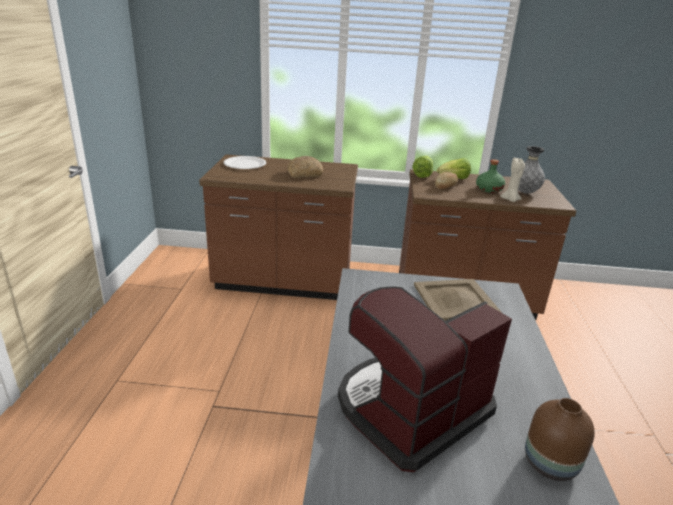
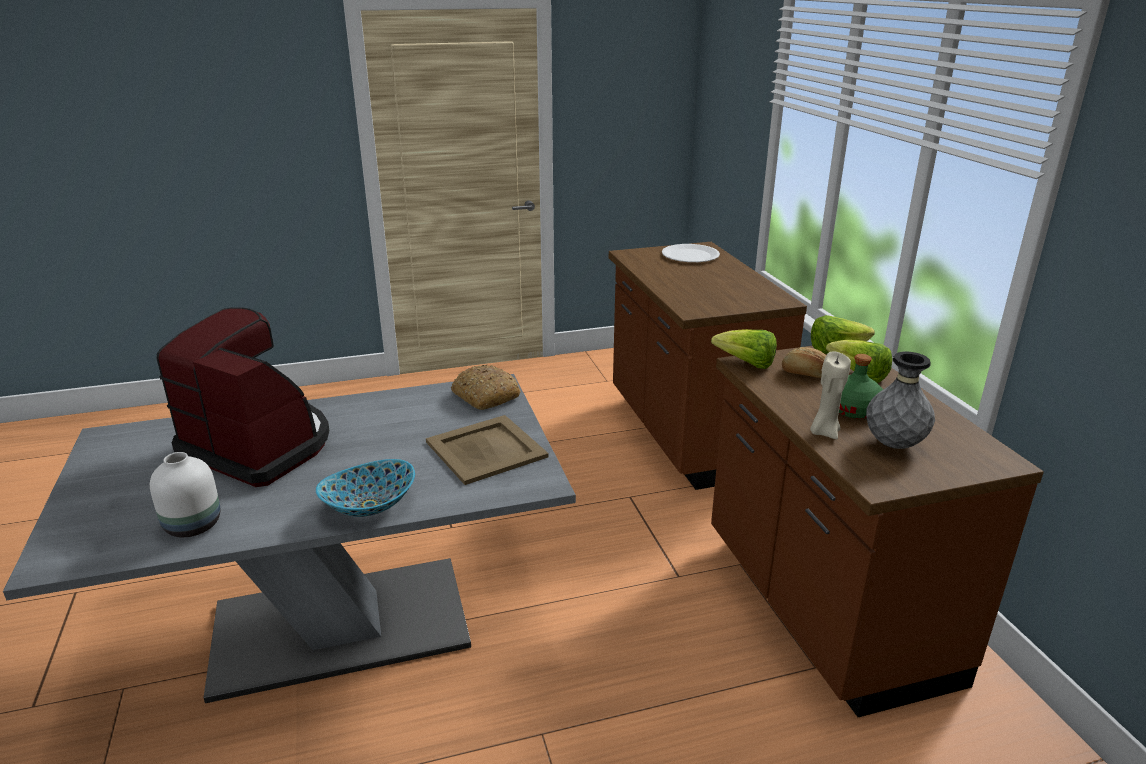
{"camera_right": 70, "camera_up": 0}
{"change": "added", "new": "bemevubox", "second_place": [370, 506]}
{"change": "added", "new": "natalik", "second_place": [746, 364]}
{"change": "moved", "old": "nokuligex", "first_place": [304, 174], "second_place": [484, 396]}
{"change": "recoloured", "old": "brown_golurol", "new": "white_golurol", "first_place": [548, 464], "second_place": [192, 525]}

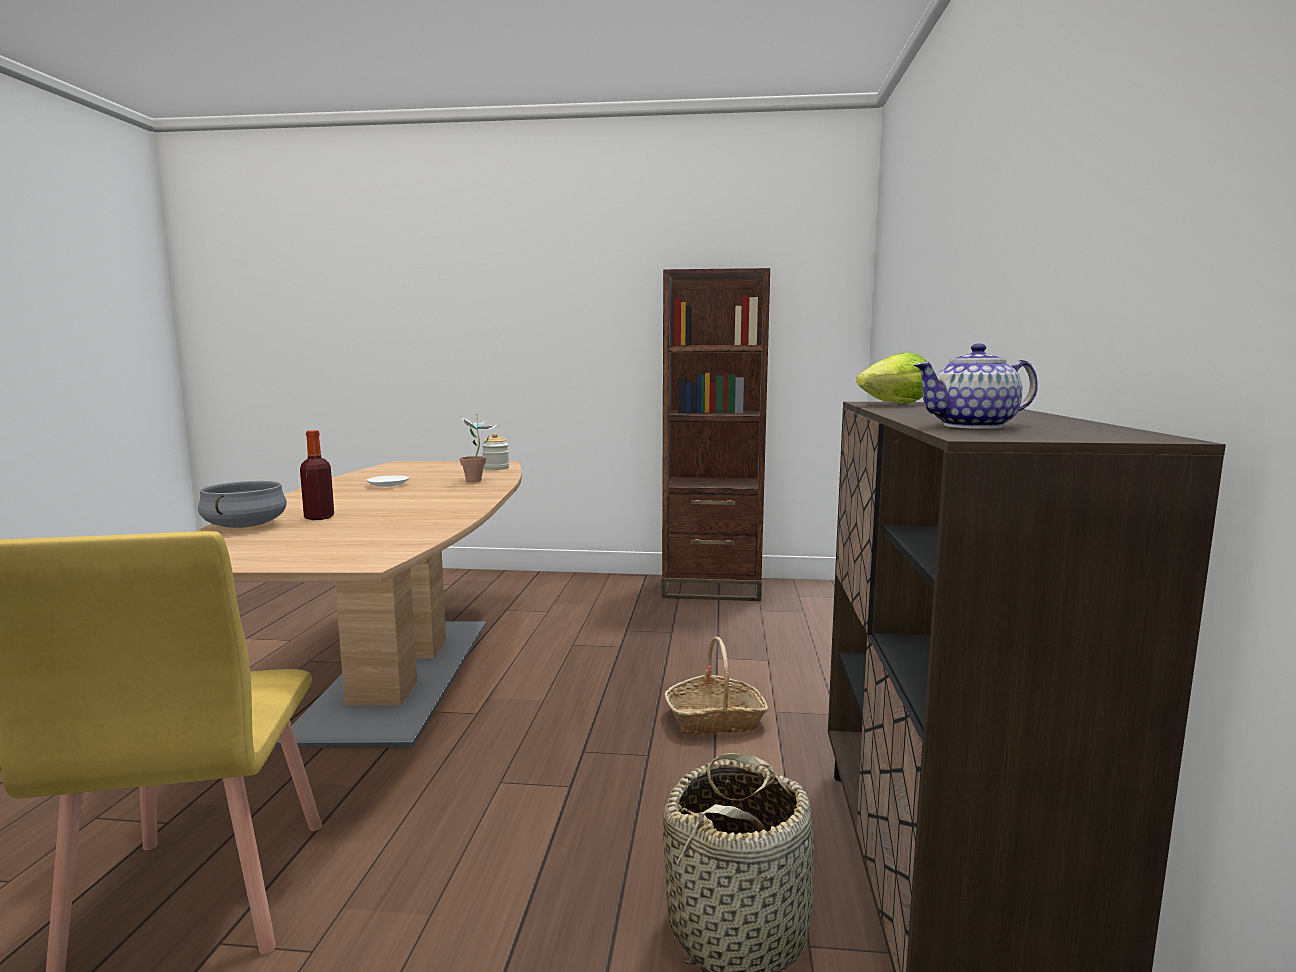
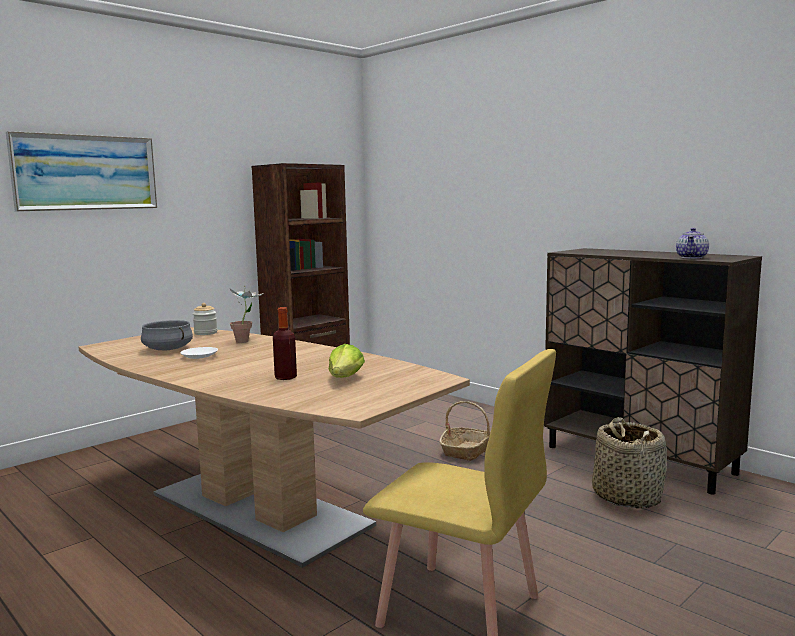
{"camera_right": -50, "camera_up": 0}
{"change": "added", "new": "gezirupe", "second_place": [86, 172]}
{"change": "moved", "old": "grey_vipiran", "first_place": [246, 526], "second_place": [168, 349]}
{"change": "moved", "old": "natalik", "first_place": [895, 404], "second_place": [345, 378]}

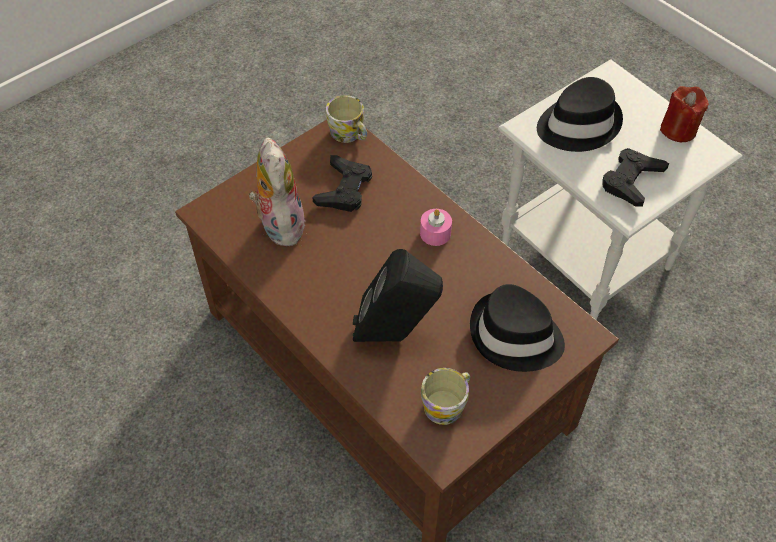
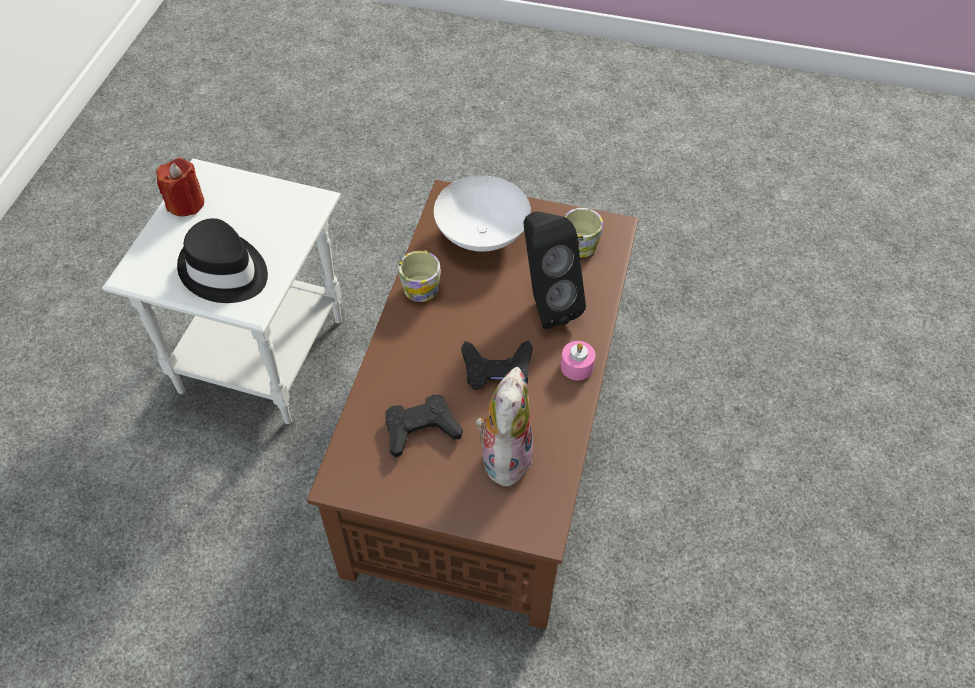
{"camera_right": -125, "camera_up": 0}
{"change": "moved", "old": "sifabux", "first_place": [349, 134], "second_place": [422, 285]}
{"change": "moved", "old": "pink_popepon", "first_place": [435, 233], "second_place": [577, 366]}
{"change": "moved", "old": "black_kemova", "first_place": [631, 181], "second_place": [497, 369]}
{"change": "replaced", "old": "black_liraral", "new": "white_bemevubox", "first_place": [515, 336], "second_place": [483, 234]}
{"change": "turned", "old": "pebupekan", "first_place": [279, 224], "second_place": [504, 455], "degrees": 150}

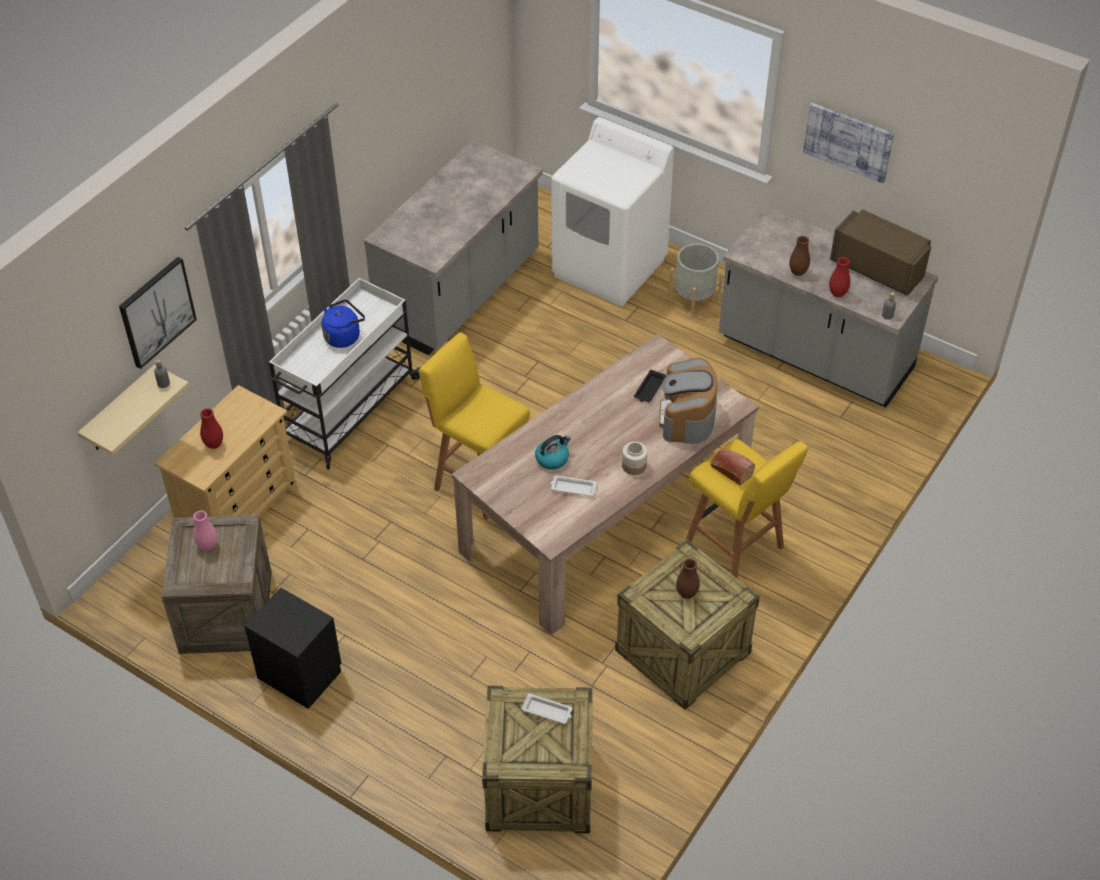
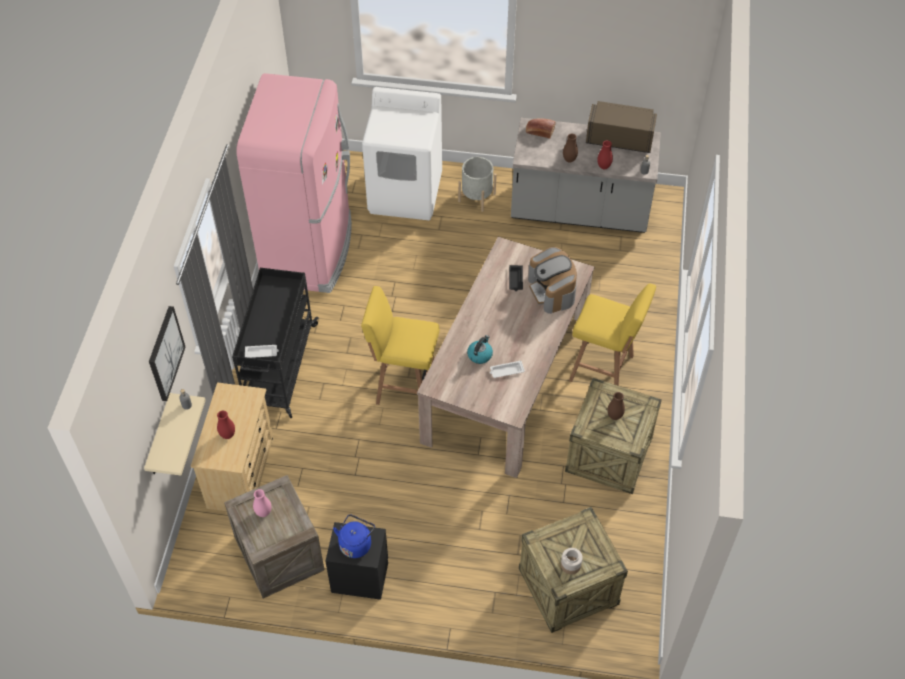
{"camera_right": -25, "camera_up": 5}
{"change": "removed", "old": "gezirupe", "first_place": [848, 141]}
{"change": "moved", "old": "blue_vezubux", "first_place": [344, 336], "second_place": [356, 543]}
{"change": "moved", "old": "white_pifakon", "first_place": [547, 711], "second_place": [262, 353]}
{"change": "moved", "old": "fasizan", "first_place": [634, 466], "second_place": [571, 565]}
{"change": "moved", "old": "nokuligex", "first_place": [730, 470], "second_place": [539, 132]}
{"change": "replaced", "old": "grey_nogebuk", "new": "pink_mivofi", "first_place": [460, 293], "second_place": [309, 249]}
{"change": "recoloured", "old": "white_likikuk", "new": "black_likikuk", "first_place": [348, 411], "second_place": [279, 368]}

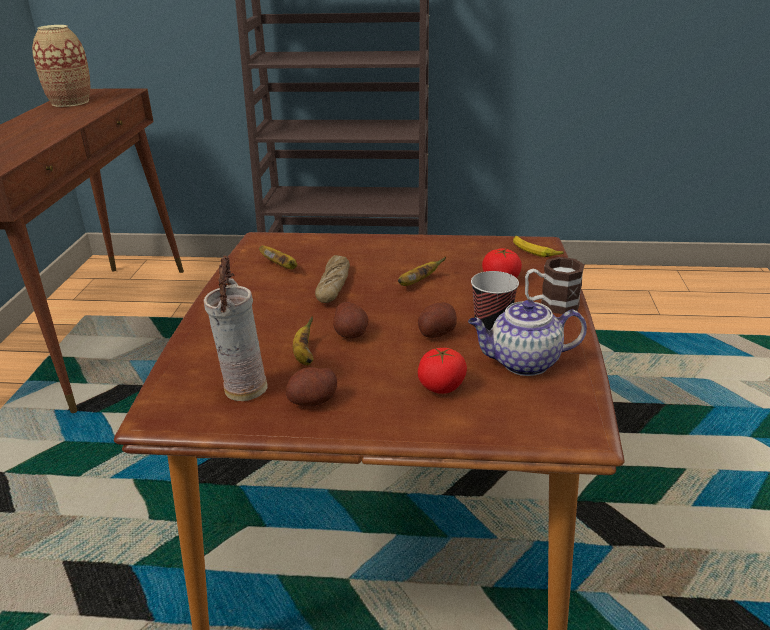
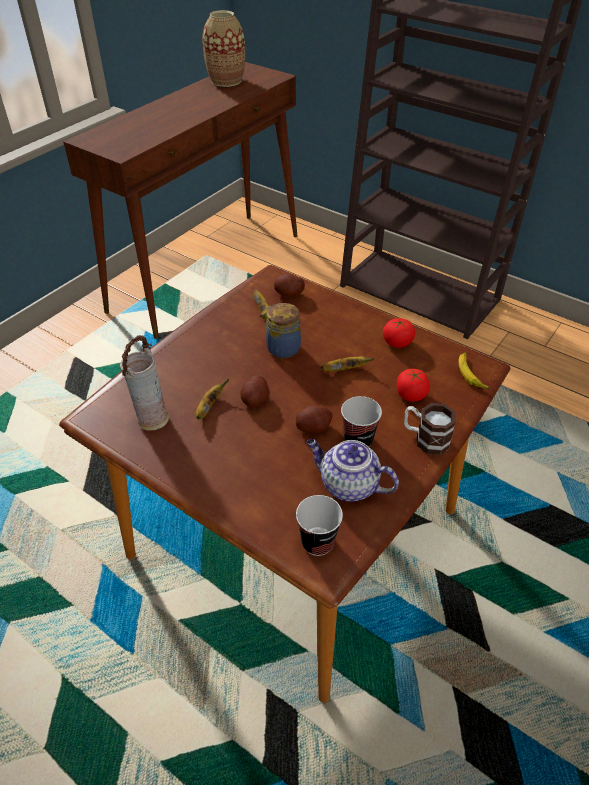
{"camera_right": 30, "camera_up": 15}
{"change": "added", "new": "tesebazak", "second_place": [318, 542]}
{"change": "moved", "old": "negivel", "first_place": [313, 401], "second_place": [289, 293]}
{"change": "moved", "old": "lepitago", "first_place": [441, 386], "second_place": [397, 342]}
{"change": "replaced", "old": "nokuligex", "new": "fasizan", "first_place": [333, 286], "second_place": [282, 347]}

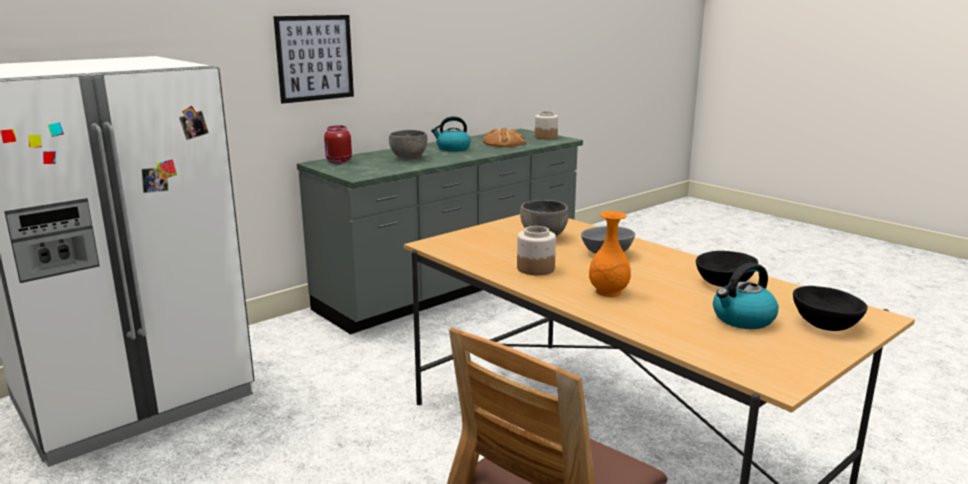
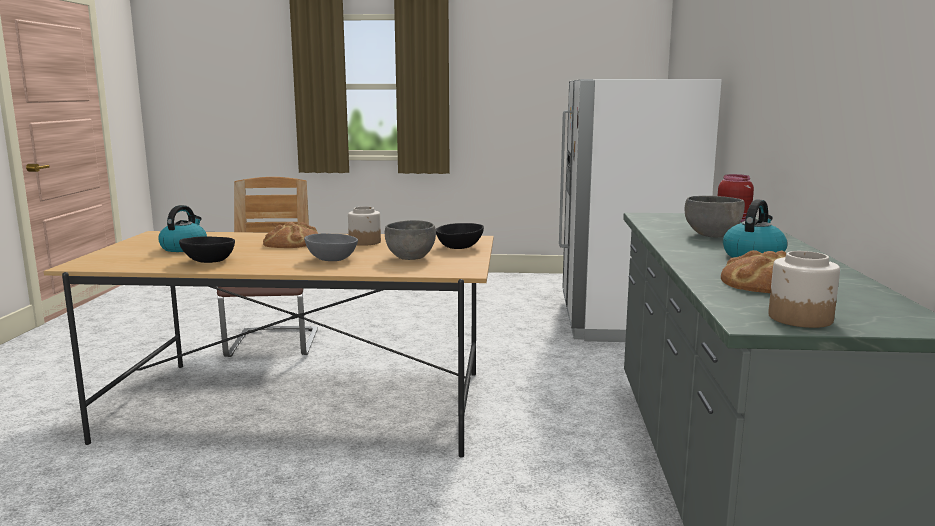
{"camera_right": 135, "camera_up": -5}
{"change": "removed", "old": "gezirupe", "first_place": [315, 58]}
{"change": "moved", "old": "black_bemevubox", "first_place": [824, 324], "second_place": [459, 247]}
{"change": "replaced", "old": "orange_golurol", "new": "nokuligex", "first_place": [608, 292], "second_place": [291, 242]}

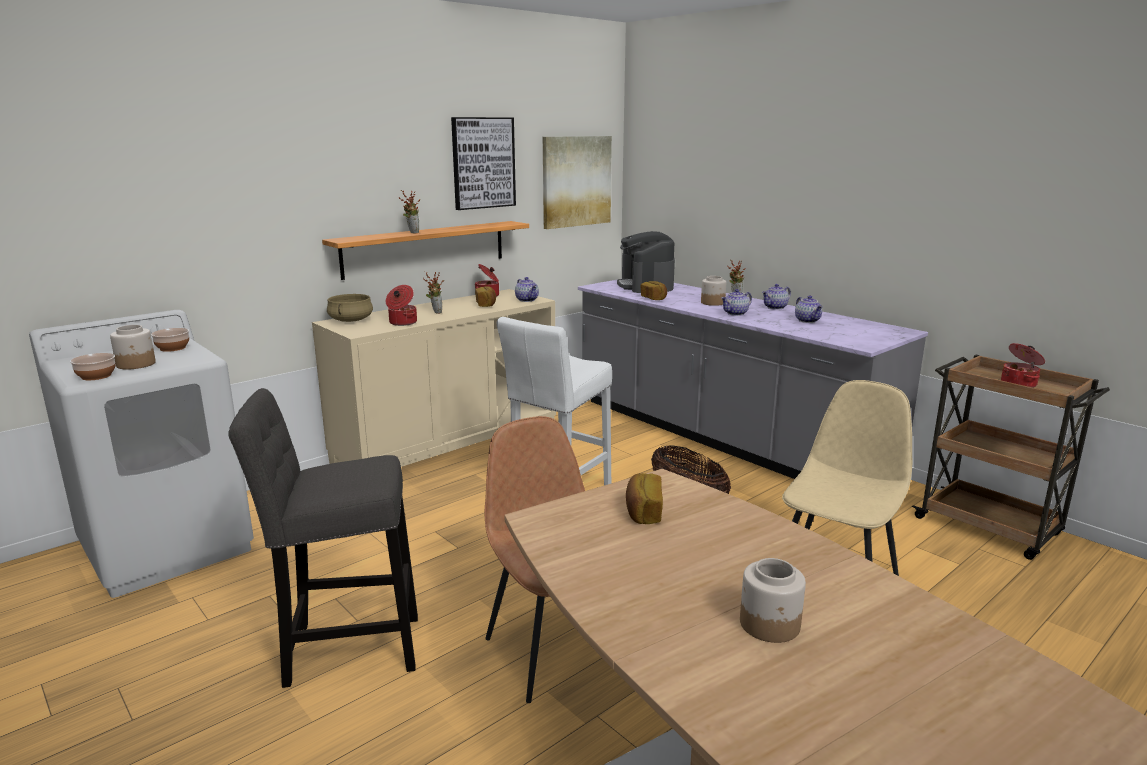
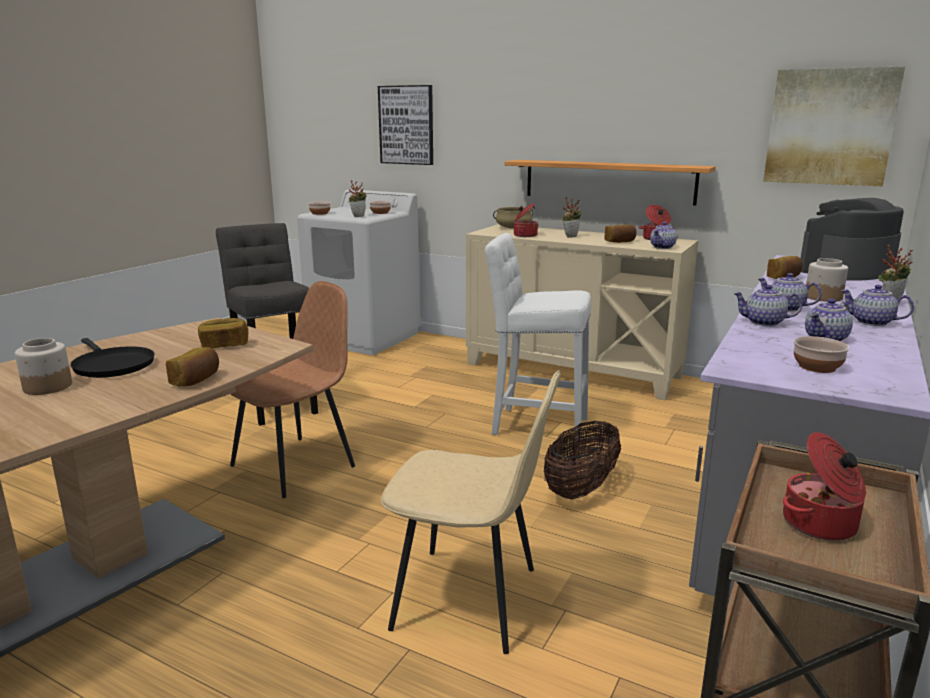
{"camera_right": 70, "camera_up": 0}
{"change": "removed", "old": "fasizan", "first_place": [136, 364]}
{"change": "added", "new": "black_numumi", "second_place": [112, 365]}
{"change": "added", "new": "nokuligex", "second_place": [196, 380]}
{"change": "added", "new": "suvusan", "second_place": [763, 323]}
{"change": "added", "new": "bemevubox", "second_place": [817, 367]}
{"change": "moved", "old": "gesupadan", "first_place": [412, 232], "second_place": [358, 216]}
{"change": "moved", "old": "gezirupe", "first_place": [483, 163], "second_place": [406, 125]}

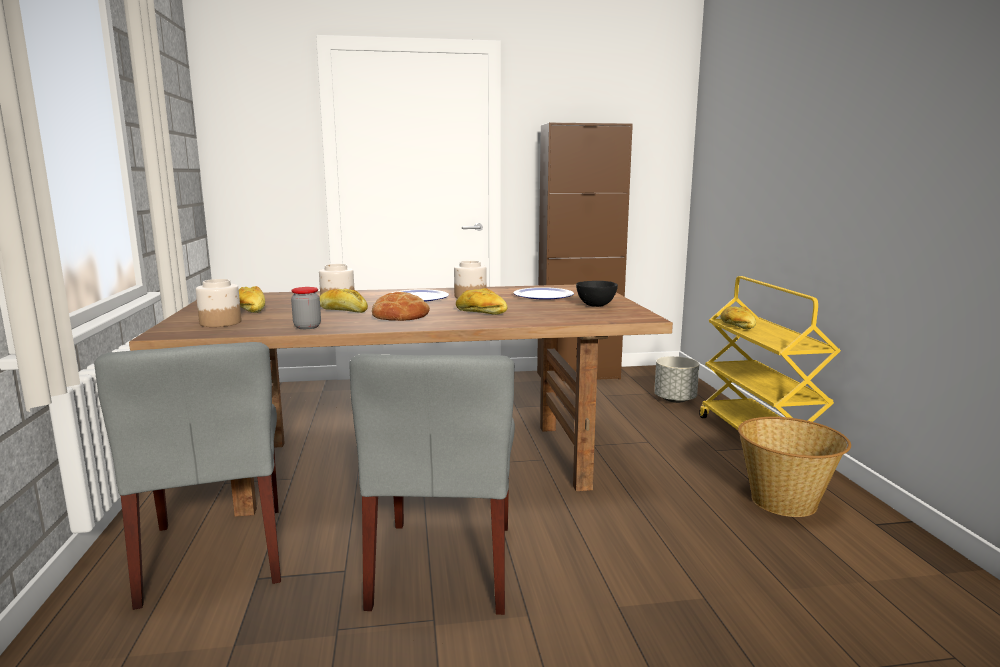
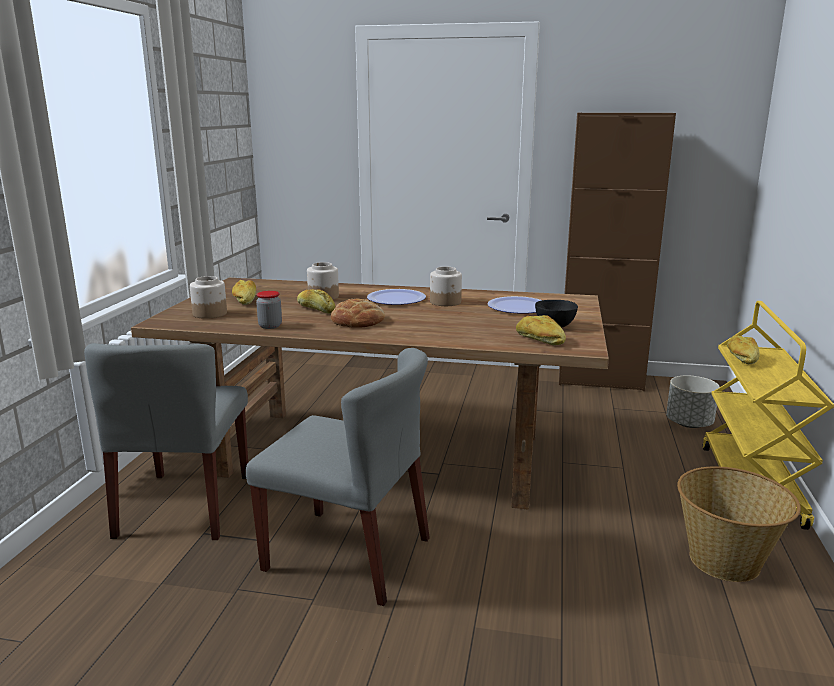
{"camera_right": 20, "camera_up": 5}
{"change": "moved", "old": "nokuligex", "first_place": [481, 312], "second_place": [539, 340]}
{"change": "turned", "old": "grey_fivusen", "first_place": [444, 565], "second_place": [349, 554], "degrees": -90}

